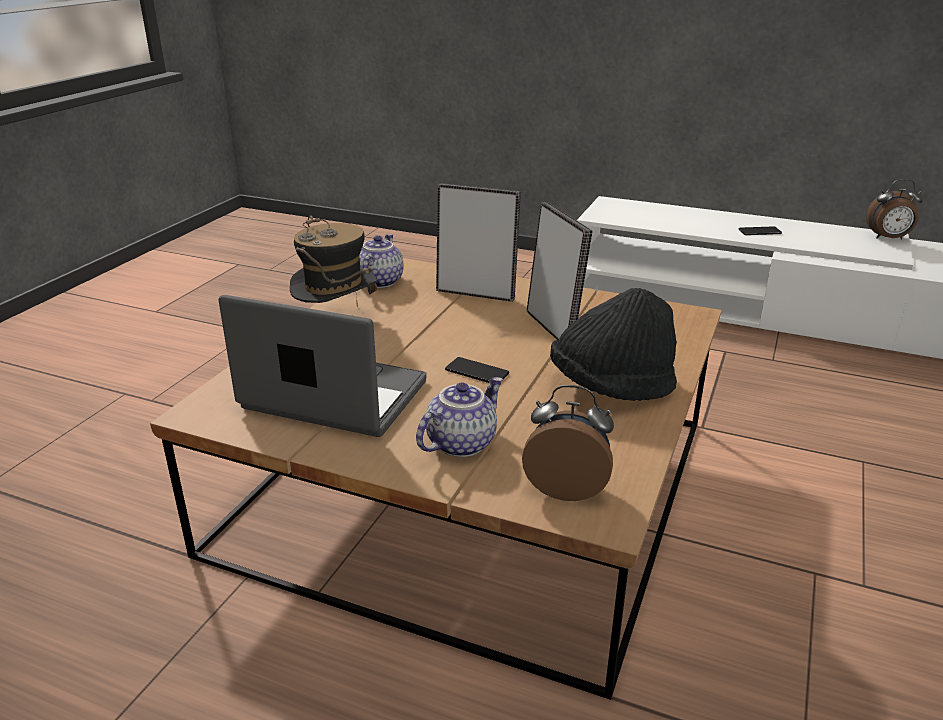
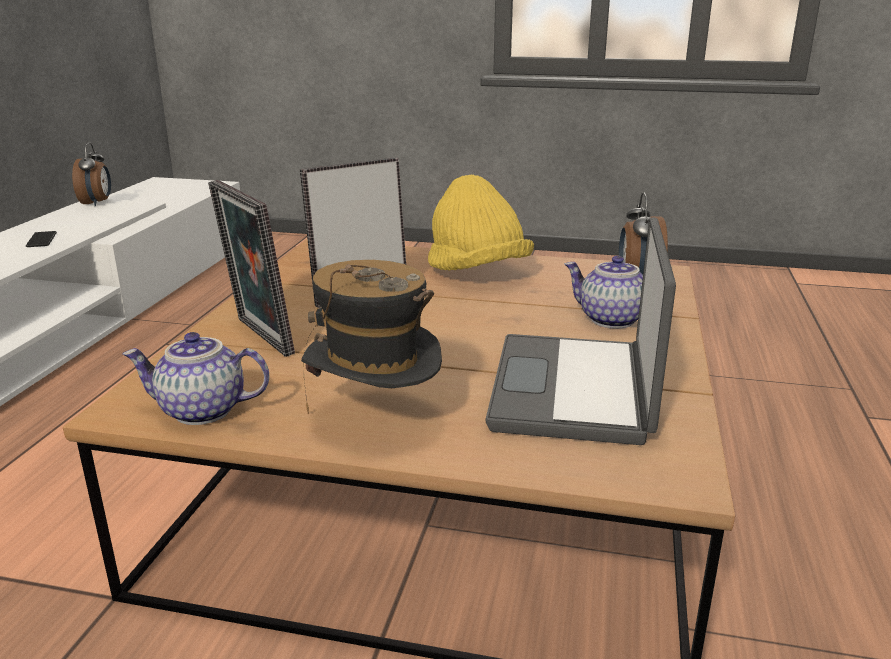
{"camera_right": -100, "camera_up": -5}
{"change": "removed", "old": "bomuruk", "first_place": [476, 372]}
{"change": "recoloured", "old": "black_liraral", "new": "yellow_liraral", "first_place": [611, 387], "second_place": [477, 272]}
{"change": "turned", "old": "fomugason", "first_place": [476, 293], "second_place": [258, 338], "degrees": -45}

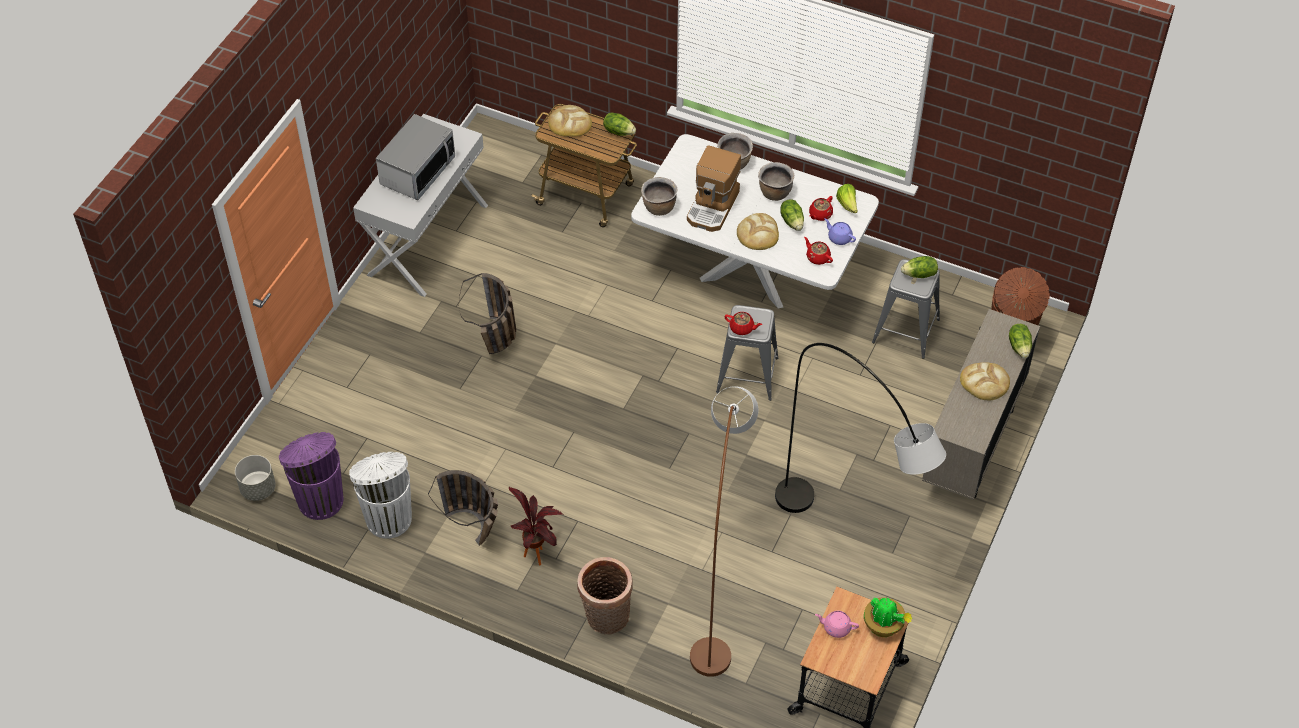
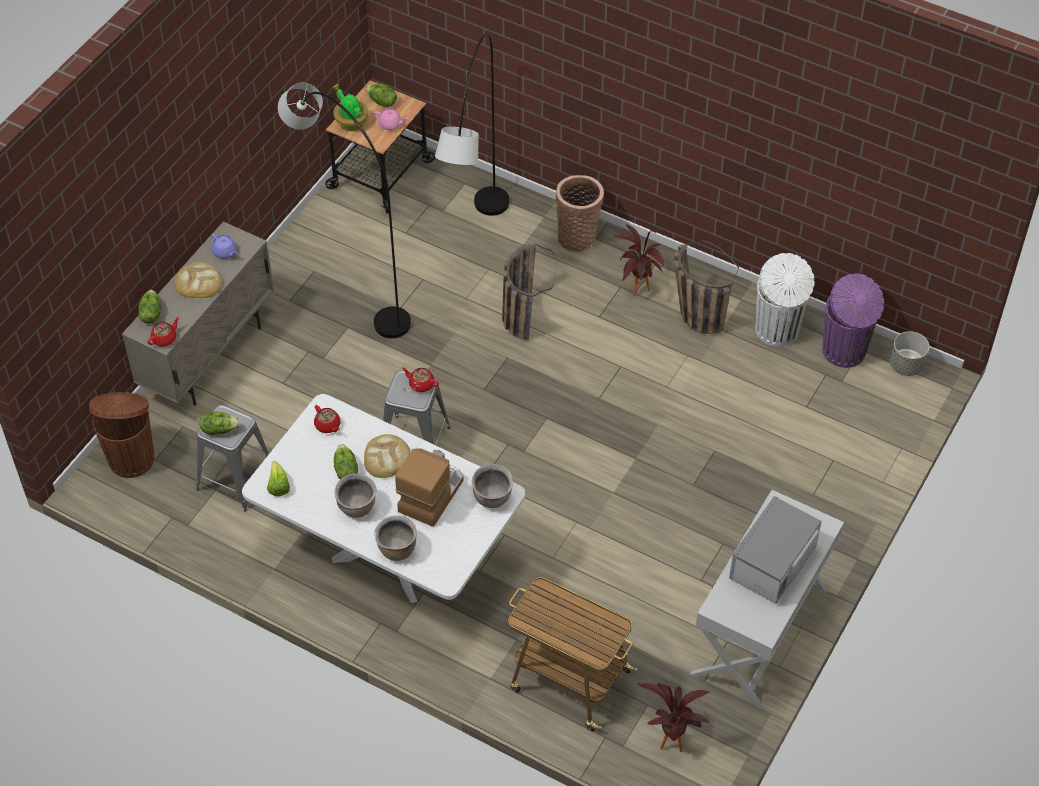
{"camera_right": -175, "camera_up": 0}
{"change": "removed", "old": "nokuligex", "first_place": [569, 123]}
{"change": "added", "new": "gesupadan", "second_place": [671, 738]}
{"change": "moved", "old": "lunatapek", "first_place": [497, 343], "second_place": [522, 313]}
{"change": "moved", "old": "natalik", "first_place": [619, 131], "second_place": [381, 102]}
{"change": "moved", "old": "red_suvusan", "first_place": [820, 214], "second_place": [165, 339]}
{"change": "moved", "old": "purple_suvusan", "first_place": [839, 238], "second_place": [225, 252]}
{"change": "recoloured", "old": "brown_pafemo", "new": "grey_pafemo", "first_place": [719, 591], "second_place": [476, 251]}

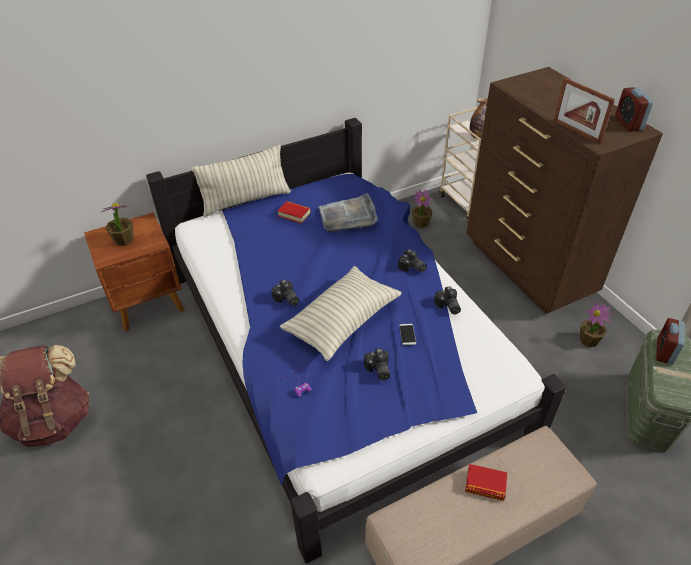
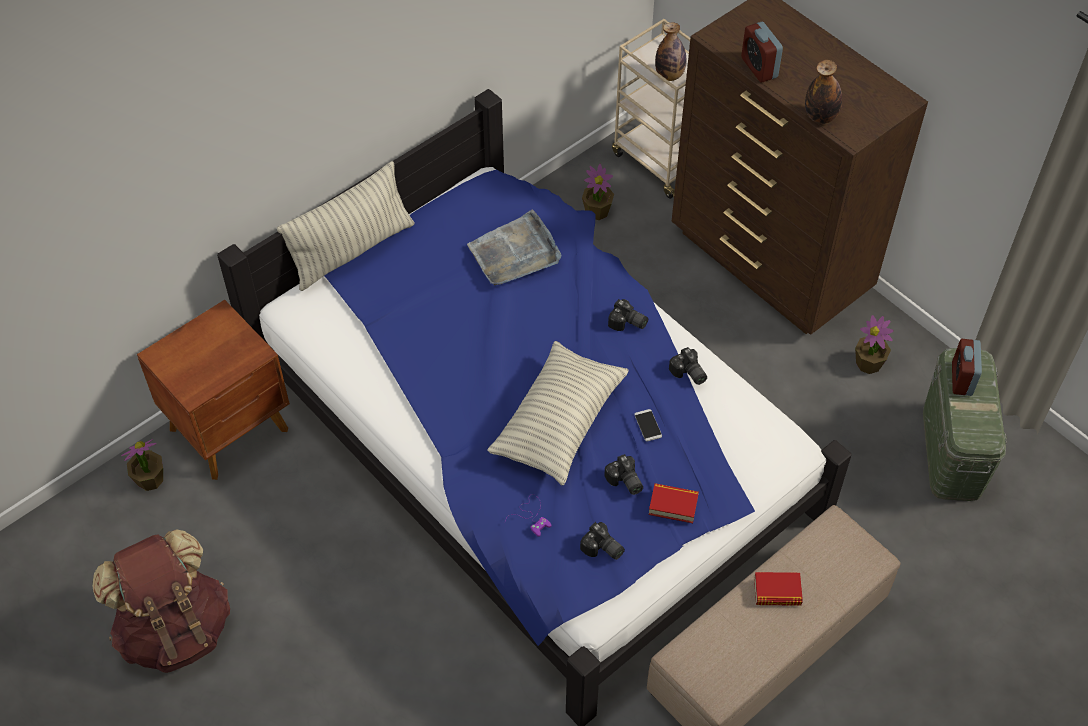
{"camera_right": -15, "camera_up": 10}
{"change": "moved", "old": "gesupadan", "first_place": [124, 240], "second_place": [150, 479]}
{"change": "moved", "old": "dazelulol", "first_place": [286, 299], "second_place": [602, 549]}
{"change": "moved", "old": "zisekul", "first_place": [294, 214], "second_place": [673, 505]}
{"change": "moved", "old": "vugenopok", "first_place": [628, 123], "second_place": [759, 68]}
{"change": "replaced", "old": "fomugason", "new": "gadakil", "first_place": [576, 131], "second_place": [820, 117]}

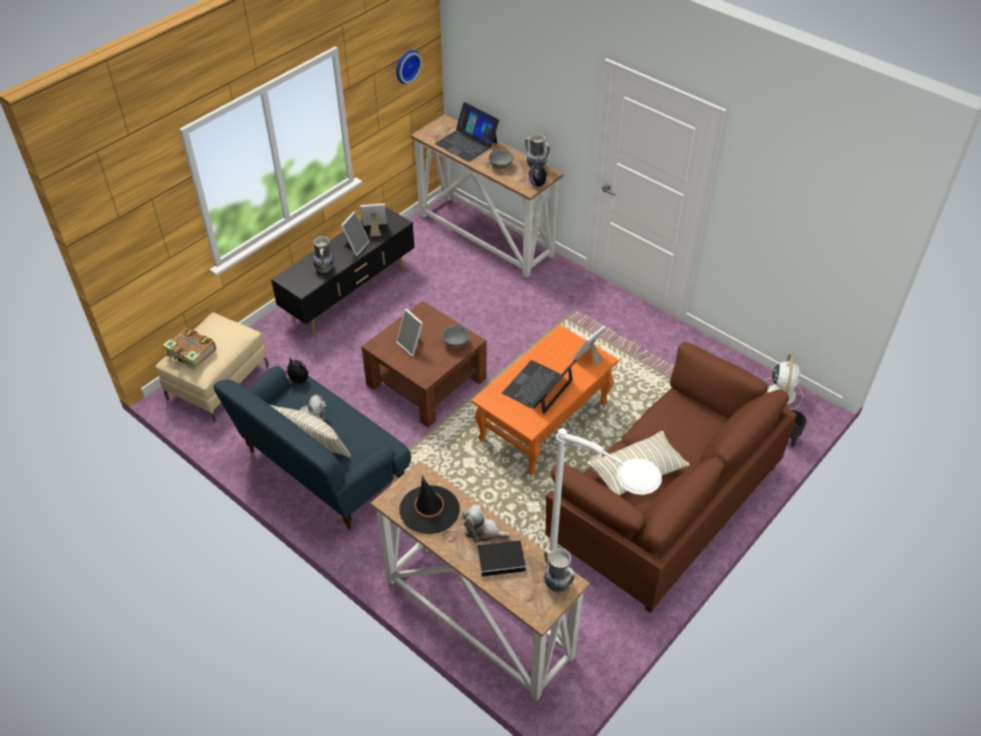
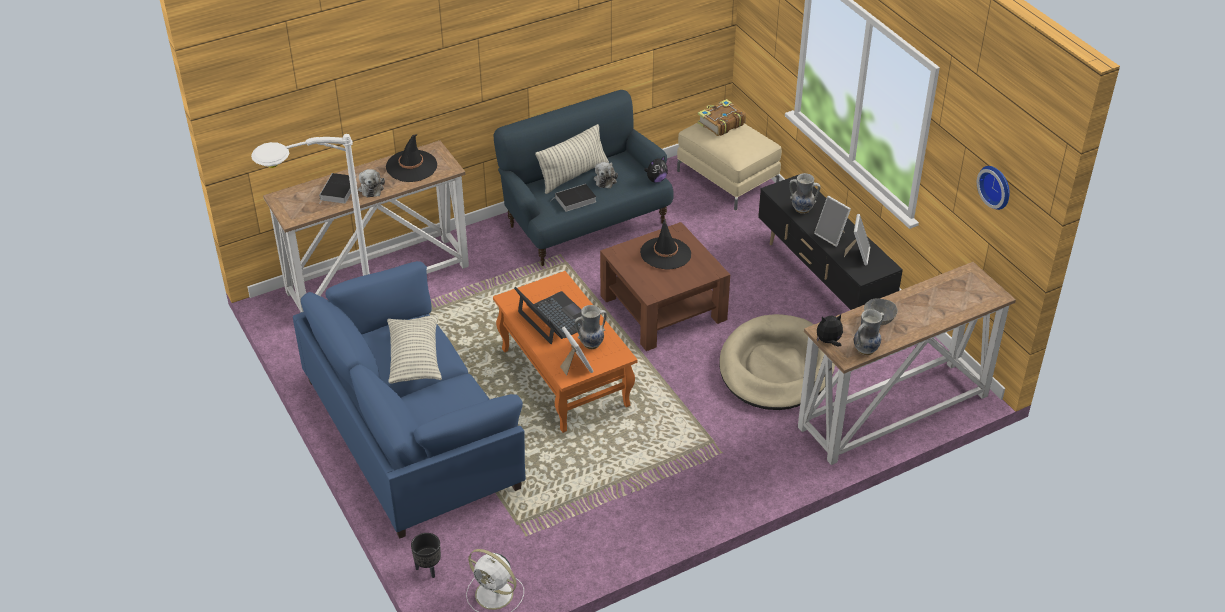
{"camera_right": 110, "camera_up": -5}
{"change": "removed", "old": "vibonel", "first_place": [467, 143]}
{"change": "removed", "old": "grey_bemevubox", "first_place": [456, 343]}
{"change": "added", "new": "zisekul", "second_place": [574, 200]}
{"change": "added", "new": "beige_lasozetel", "second_place": [776, 367]}
{"change": "moved", "old": "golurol", "first_place": [557, 585], "second_place": [591, 343]}
{"change": "replaced", "old": "fomugason", "new": "black_liraral", "first_place": [412, 345], "second_place": [665, 253]}
{"change": "recoloured", "old": "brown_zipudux", "new": "blue_zipudux", "first_place": [664, 503], "second_place": [412, 432]}
{"change": "turned", "old": "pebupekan", "first_place": [483, 531], "second_place": [371, 188], "degrees": 135}

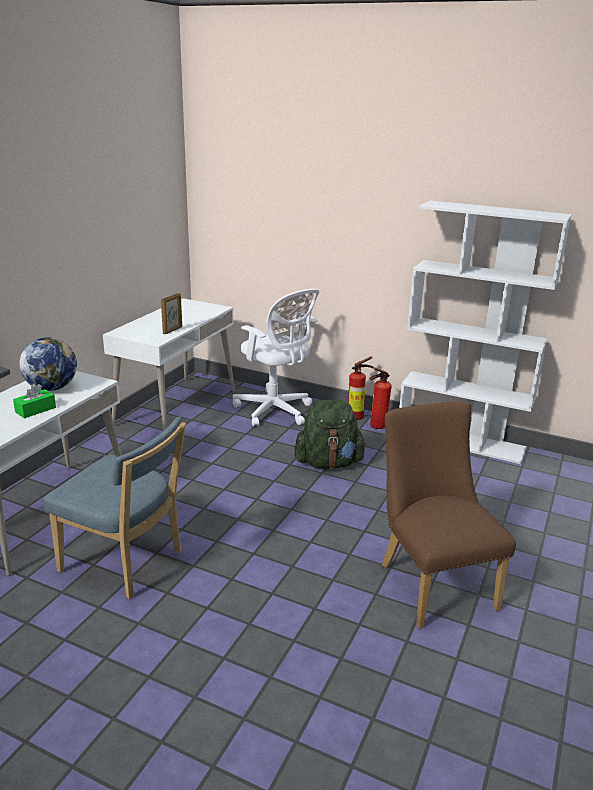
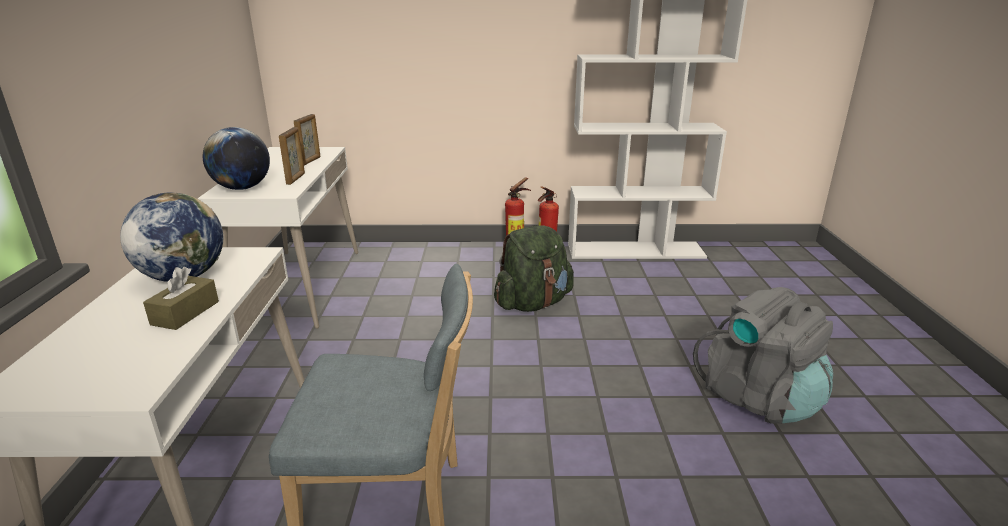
{"camera_right": -25, "camera_up": 0}
{"change": "removed", "old": "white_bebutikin", "first_place": [275, 411]}
{"change": "added", "new": "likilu", "second_place": [242, 188]}
{"change": "added", "new": "fomugason", "second_place": [310, 161]}
{"change": "replaced", "old": "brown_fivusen", "new": "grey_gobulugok", "first_place": [432, 581], "second_place": [758, 397]}
{"change": "recoloured", "old": "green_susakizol", "new": "brown_susakizol", "first_place": [35, 410], "second_place": [185, 313]}

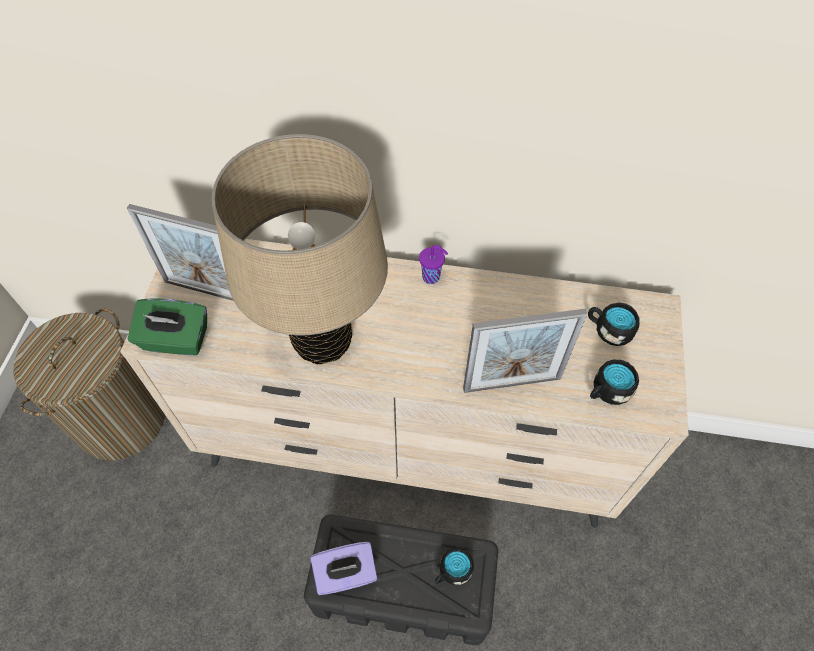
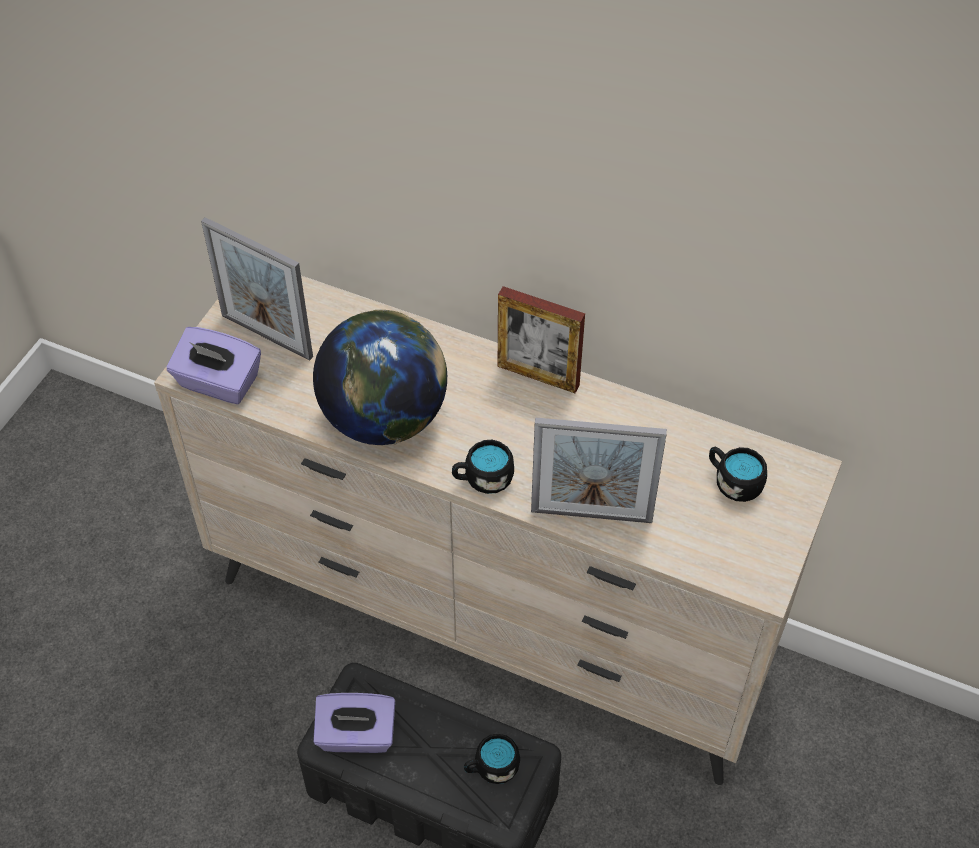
{"camera_right": 15, "camera_up": -5}
{"change": "removed", "old": "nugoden", "first_place": [121, 419]}
{"change": "moved", "old": "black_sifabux", "first_place": [607, 391], "second_place": [482, 478]}
{"change": "replaced", "old": "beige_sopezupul", "new": "likilu", "first_place": [322, 340], "second_place": [384, 419]}
{"change": "replaced", "old": "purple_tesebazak", "new": "fomugason", "first_place": [432, 277], "second_place": [538, 375]}
{"change": "recoloured", "old": "green_susakizol", "new": "purple_susakizol", "first_place": [176, 340], "second_place": [218, 383]}

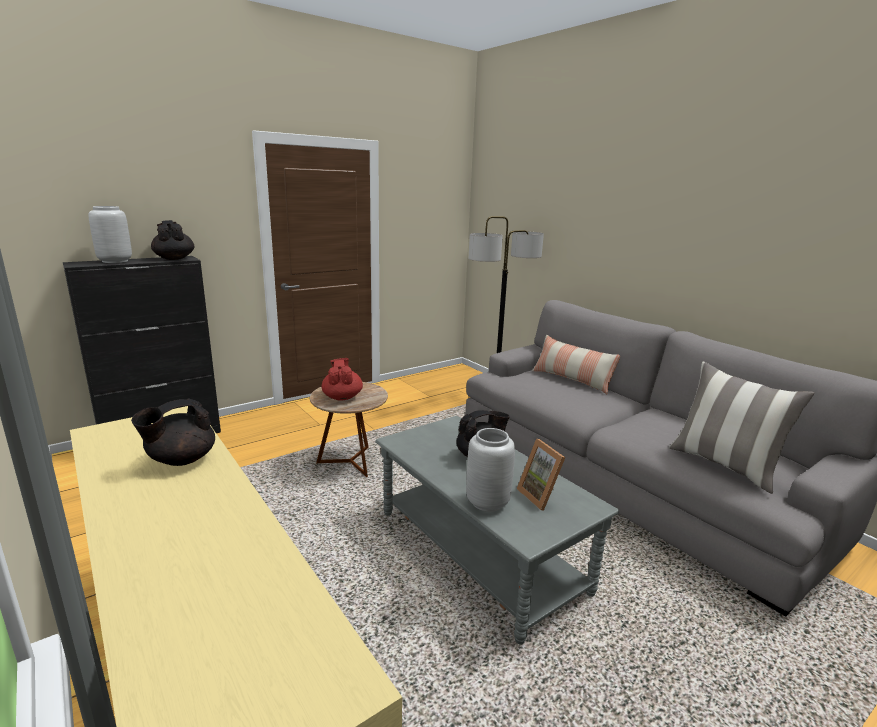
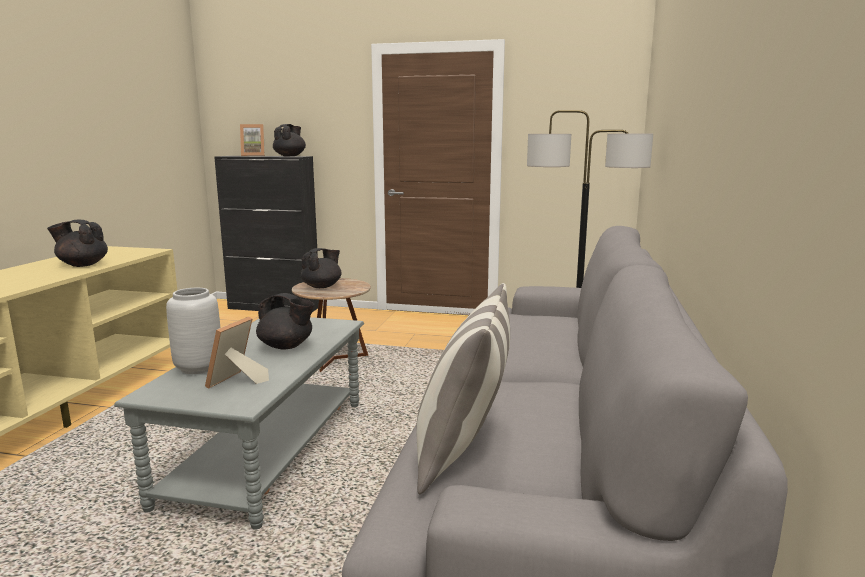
{"camera_right": 50, "camera_up": -5}
{"change": "removed", "old": "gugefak", "first_place": [572, 380]}
{"change": "replaced", "old": "grey_golurol", "new": "fomugason", "first_place": [115, 261], "second_place": [253, 155]}
{"change": "recoloured", "old": "red_suvusan", "new": "black_suvusan", "first_place": [342, 397], "second_place": [322, 286]}

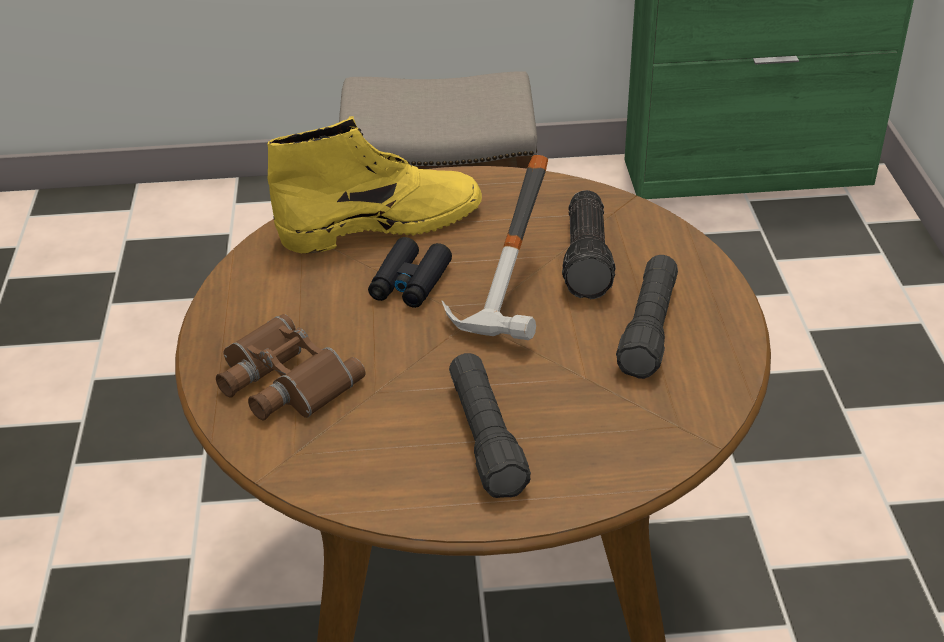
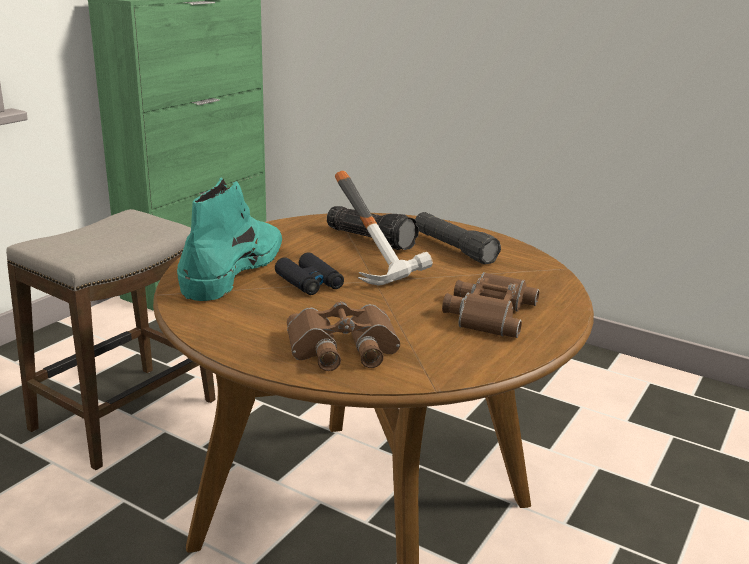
{"camera_right": -55, "camera_up": -15}
{"change": "replaced", "old": "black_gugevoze", "new": "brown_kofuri", "first_place": [485, 438], "second_place": [487, 312]}
{"change": "recoloured", "old": "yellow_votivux", "new": "turquoise_votivux", "first_place": [383, 223], "second_place": [234, 269]}

